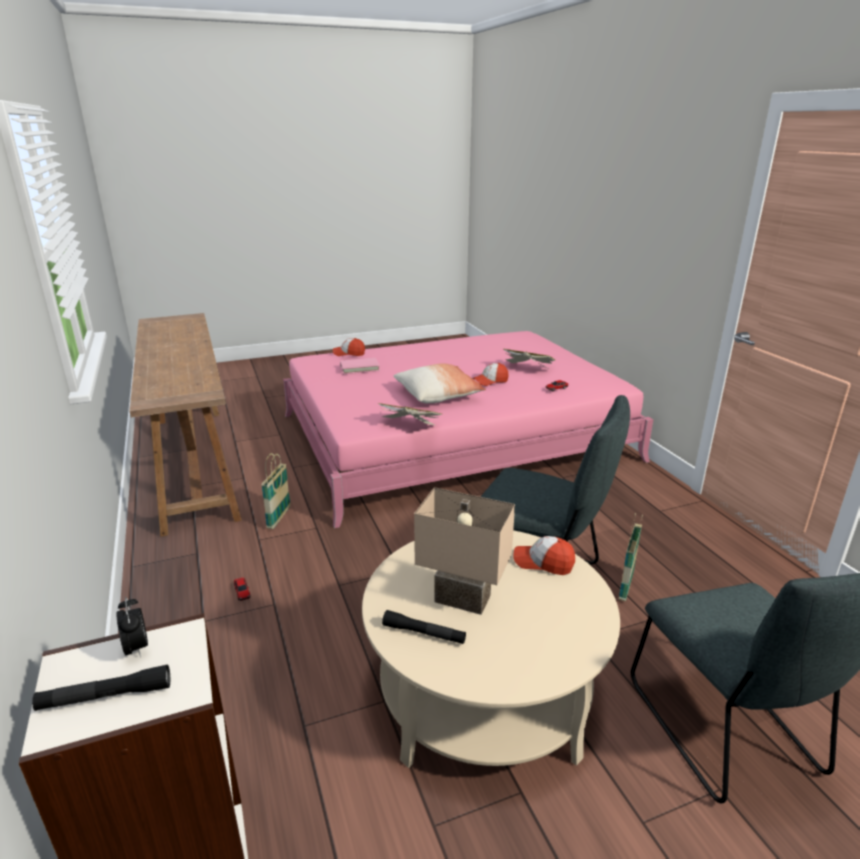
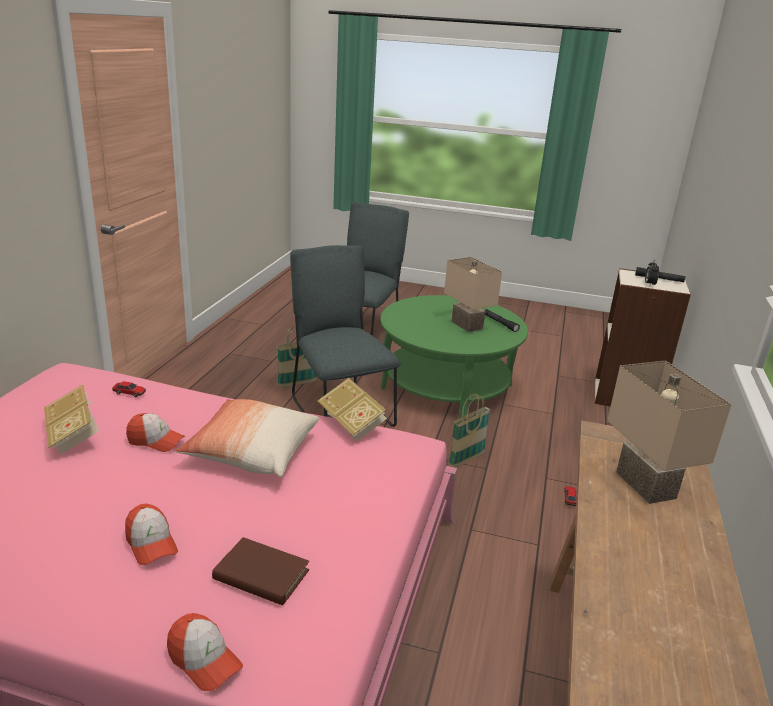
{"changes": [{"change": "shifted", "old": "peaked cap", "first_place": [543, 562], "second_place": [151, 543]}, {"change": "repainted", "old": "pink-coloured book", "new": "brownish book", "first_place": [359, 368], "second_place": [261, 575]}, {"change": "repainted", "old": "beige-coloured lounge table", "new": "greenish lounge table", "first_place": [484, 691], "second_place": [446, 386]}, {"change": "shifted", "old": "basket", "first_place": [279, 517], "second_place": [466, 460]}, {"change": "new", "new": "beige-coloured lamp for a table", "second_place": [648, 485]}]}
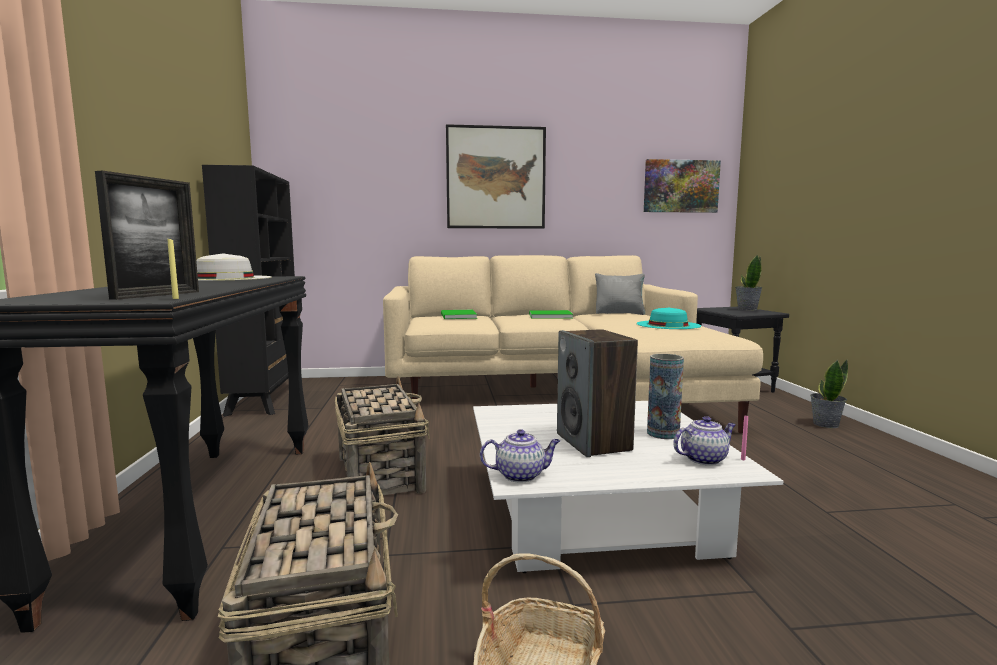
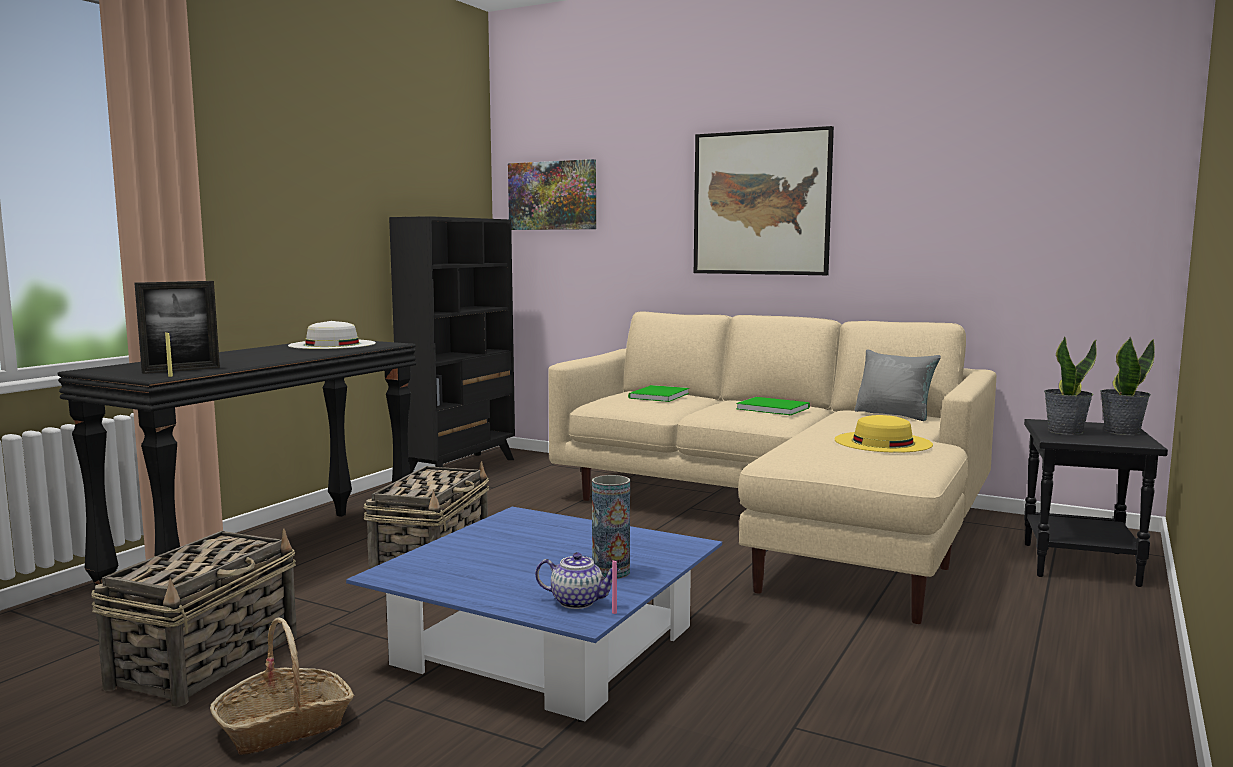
{"changes": [{"change": "repainted", "old": "white-coloured lounge table", "new": "blue lounge table", "first_place": [597, 511], "second_place": [548, 646]}, {"change": "shifted", "old": "picture", "first_place": [681, 186], "second_place": [552, 195]}, {"change": "repainted", "old": "turquoise-coloured hat", "new": "yellowish hat", "first_place": [668, 325], "second_place": [882, 442]}, {"change": "shifted", "old": "potted plant", "first_place": [825, 424], "second_place": [1064, 431]}, {"change": "gone", "old": "teapot", "first_place": [521, 475]}, {"change": "gone", "old": "loudspeaker", "first_place": [594, 442]}]}
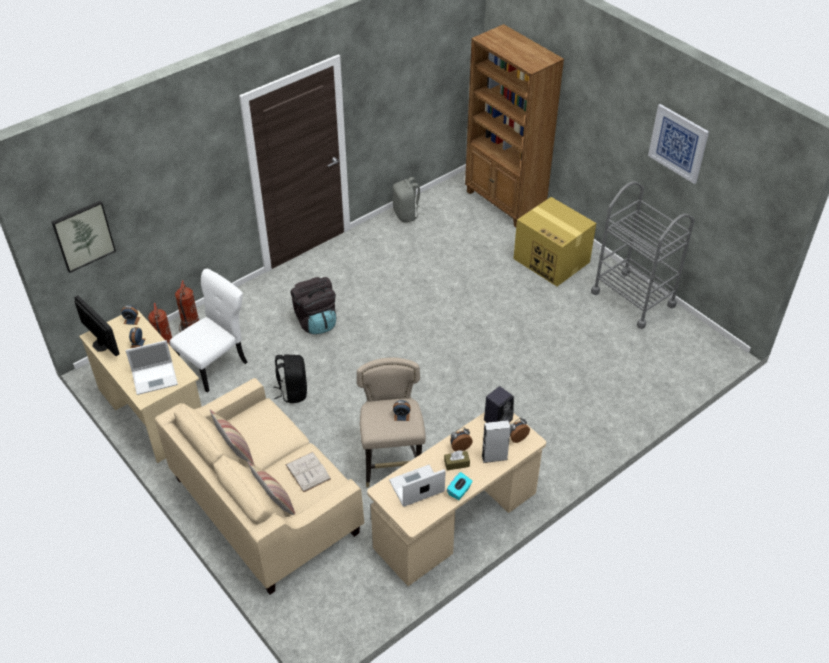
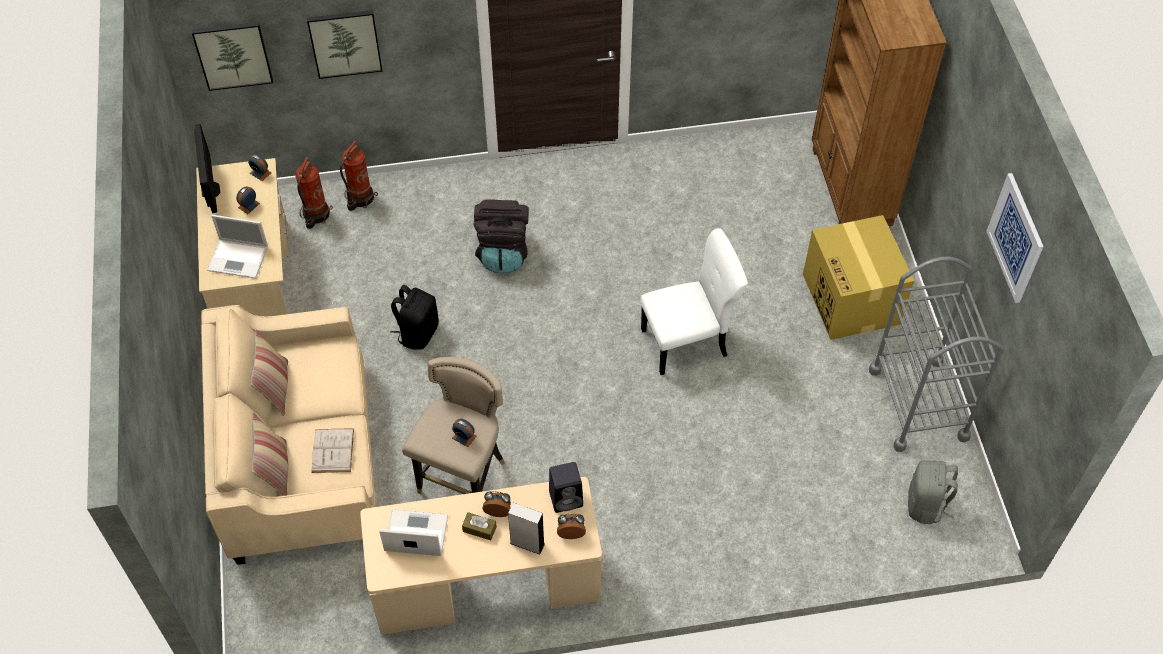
{"changes": [{"change": "new", "new": "picture", "second_place": [345, 43]}, {"change": "shifted", "old": "white-coloured upright chair", "first_place": [216, 365], "second_place": [688, 342]}, {"change": "shifted", "old": "greyish rucksack", "first_place": [406, 214], "second_place": [926, 505]}, {"change": "gone", "old": "turquoise-coloured tissue holder", "first_place": [459, 491]}]}
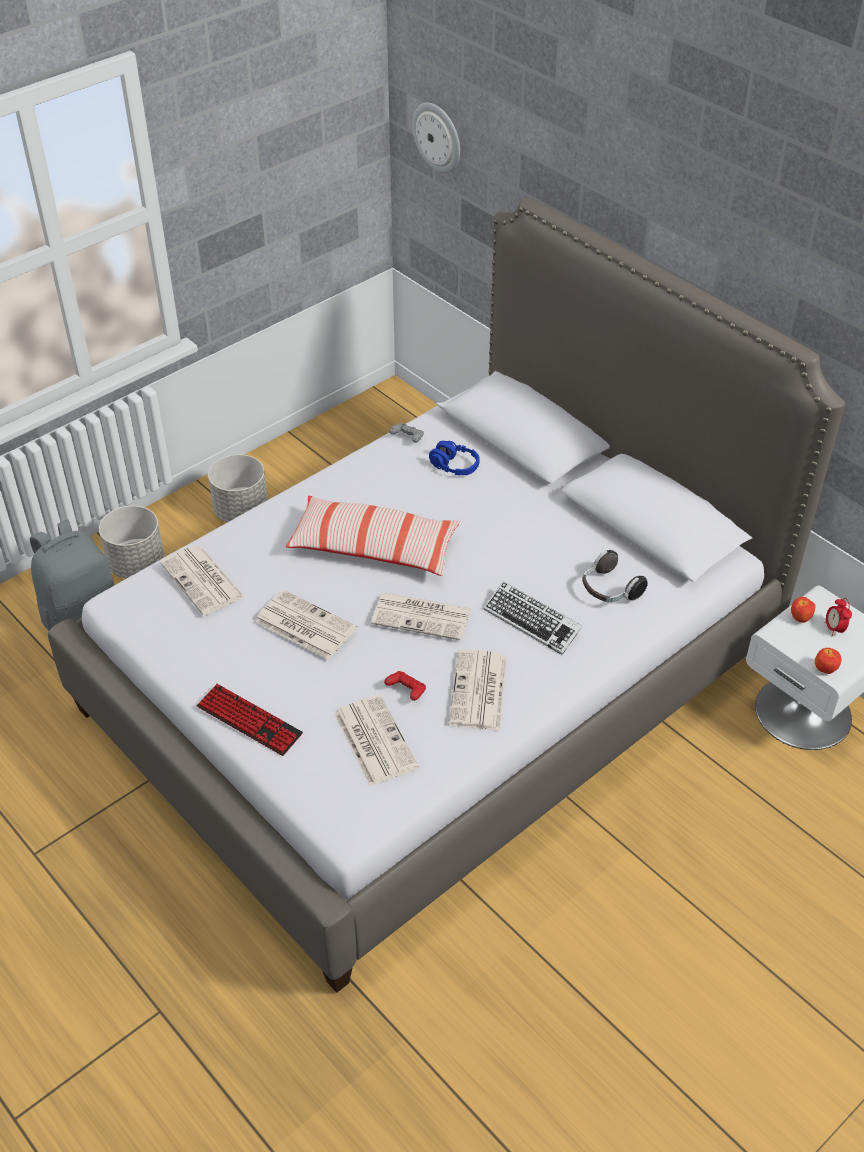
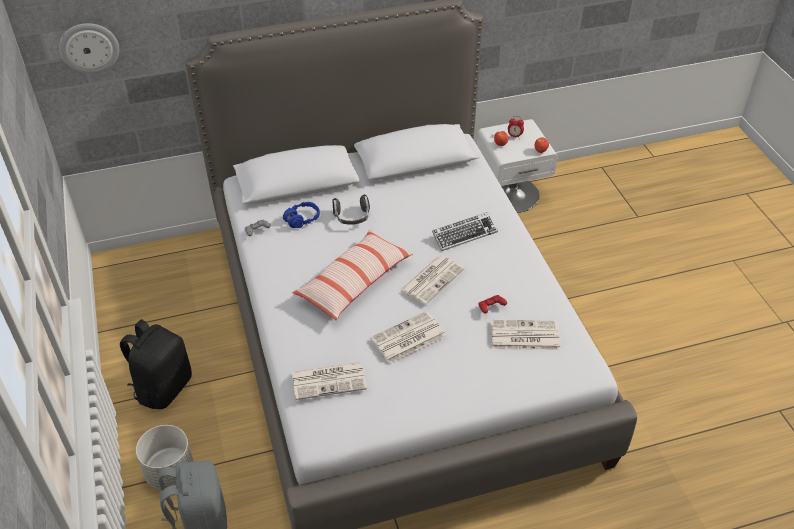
{"changes": [{"change": "swapped", "old": "greyish flower pot", "new": "blackish rucksack", "first_place": [241, 511], "second_place": [163, 387]}, {"change": "shifted", "old": "pair of headphones", "first_place": [609, 590], "second_place": [352, 218]}, {"change": "gone", "old": "PC keyboard", "first_place": [249, 721]}, {"change": "gone", "old": "daily paper", "first_place": [479, 692]}]}
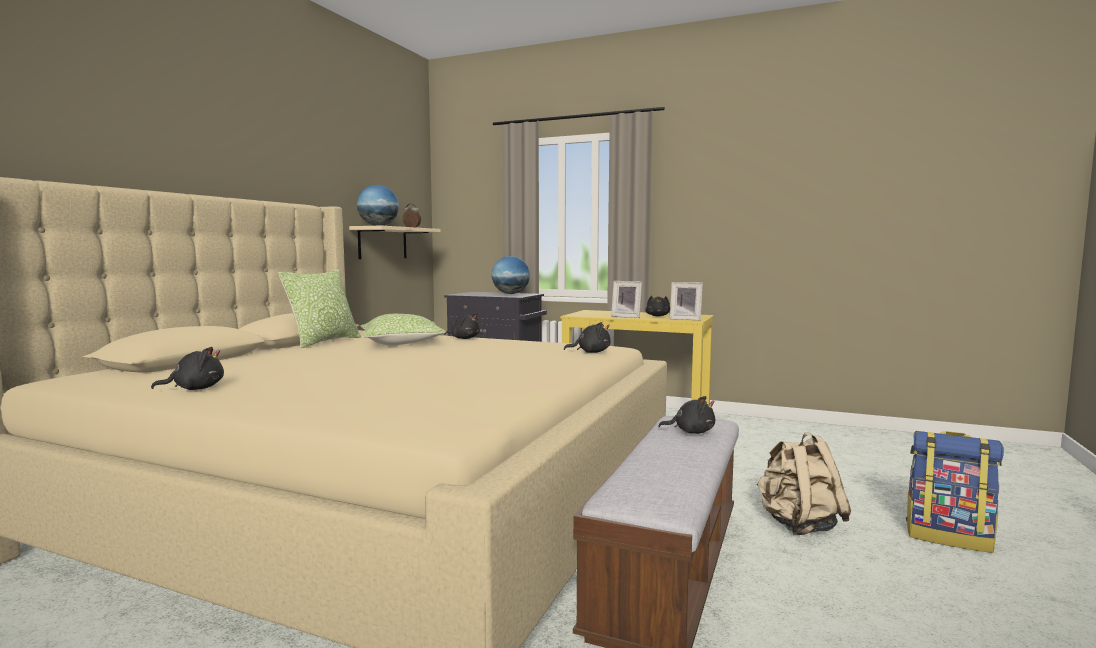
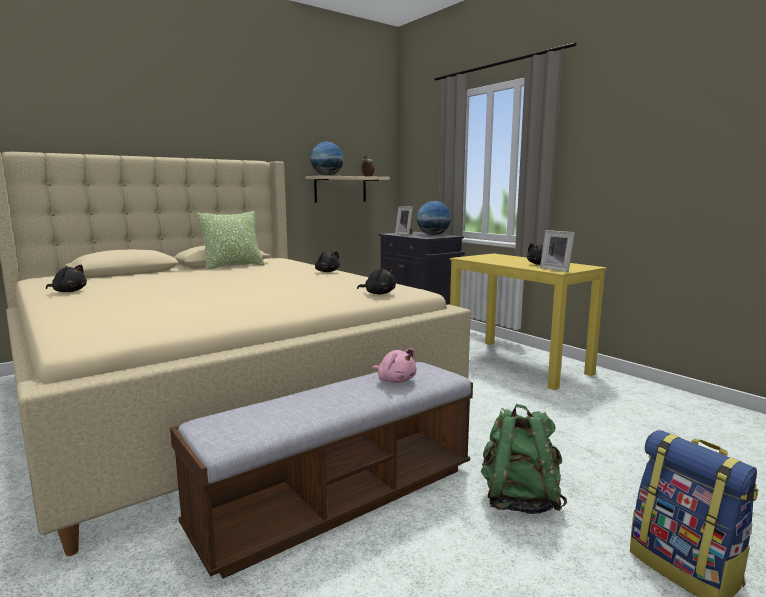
{"changes": [{"change": "repainted", "old": "blackish soft toy", "new": "pink-coloured soft toy", "first_place": [691, 432], "second_place": [395, 380]}, {"change": "shifted", "old": "photo frame", "first_place": [627, 317], "second_place": [405, 234]}, {"change": "repainted", "old": "beige-coloured rucksack", "new": "greenish rucksack", "first_place": [799, 525], "second_place": [519, 500]}, {"change": "gone", "old": "pillow", "first_place": [402, 343]}]}
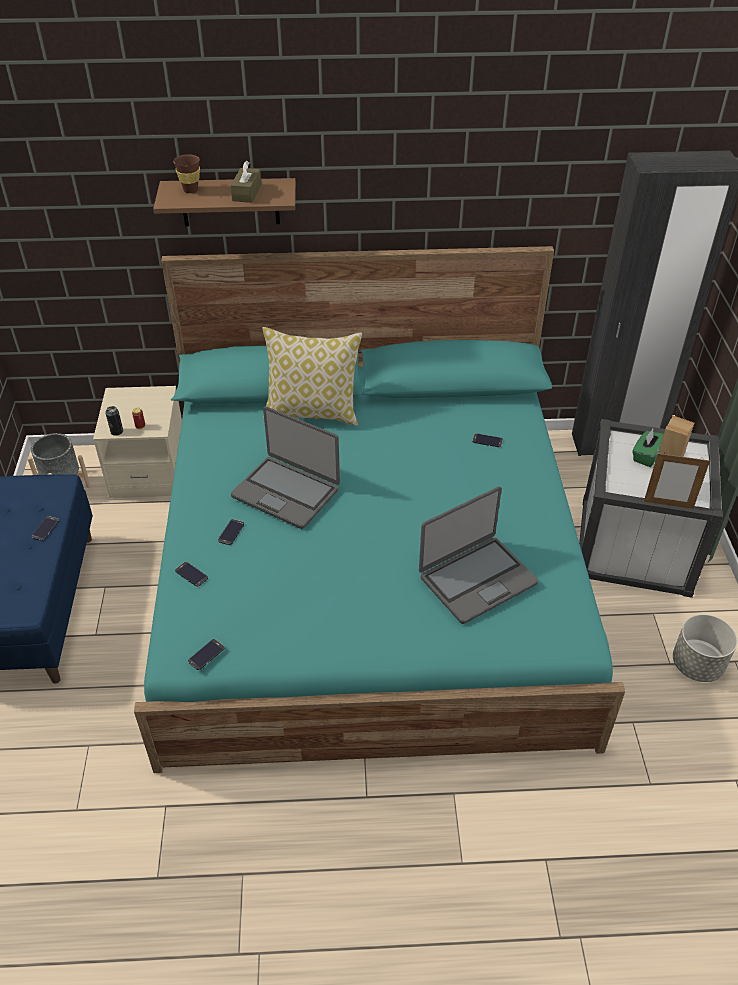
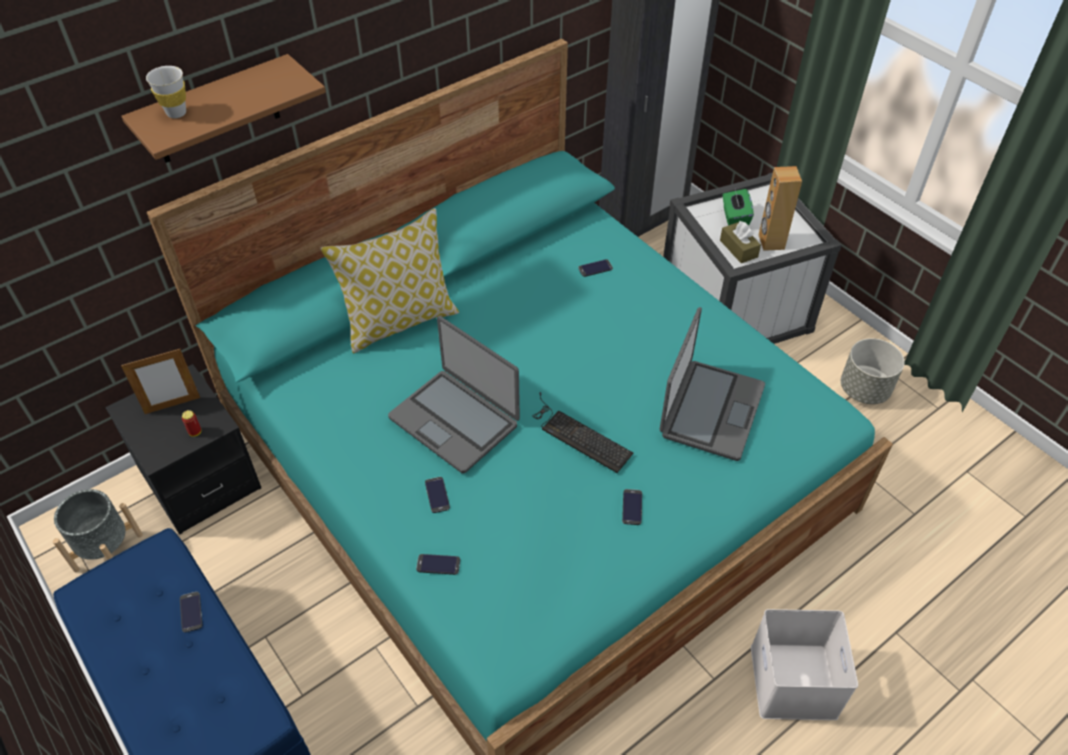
{"changes": [{"change": "repainted", "old": "beige-coloured night table", "new": "blackish night table", "first_place": [149, 471], "second_place": [200, 479]}, {"change": "shifted", "old": "photo frame", "first_place": [668, 504], "second_place": [172, 405]}, {"change": "repainted", "old": "brownish cup", "new": "white-coloured cup", "first_place": [190, 190], "second_place": [176, 113]}, {"change": "rotated", "old": "laptop", "first_place": [286, 492], "second_place": [455, 420], "degrees": 45}, {"change": "new", "new": "PC keyboard", "second_place": [578, 435]}, {"change": "shifted", "old": "phone", "first_place": [206, 654], "second_place": [632, 507]}, {"change": "shifted", "old": "brownish tissue holder", "first_place": [247, 193], "second_place": [738, 248]}, {"change": "new", "new": "white-coloured storage bin", "second_place": [795, 683]}, {"change": "gone", "old": "can", "first_place": [116, 431]}]}
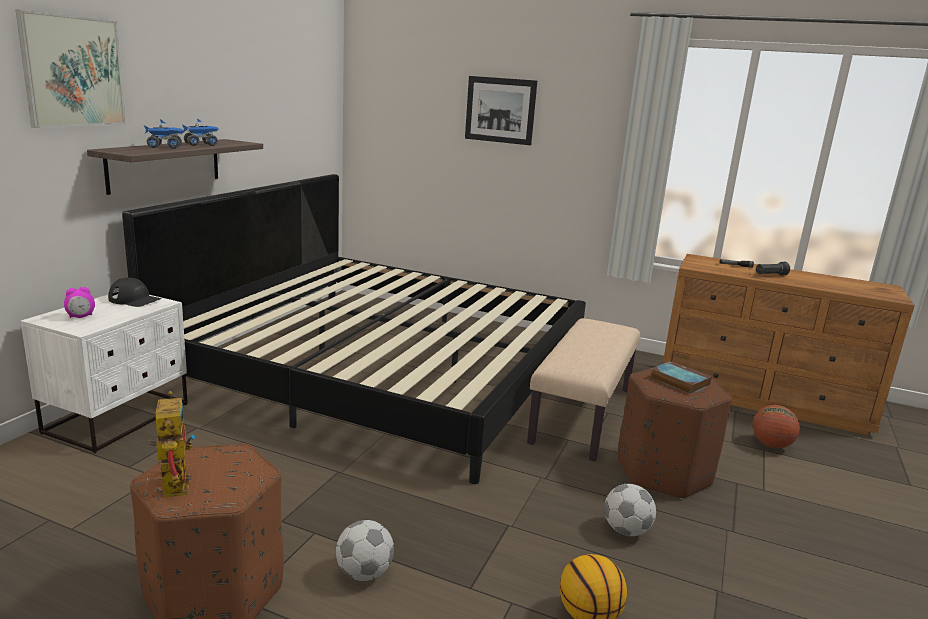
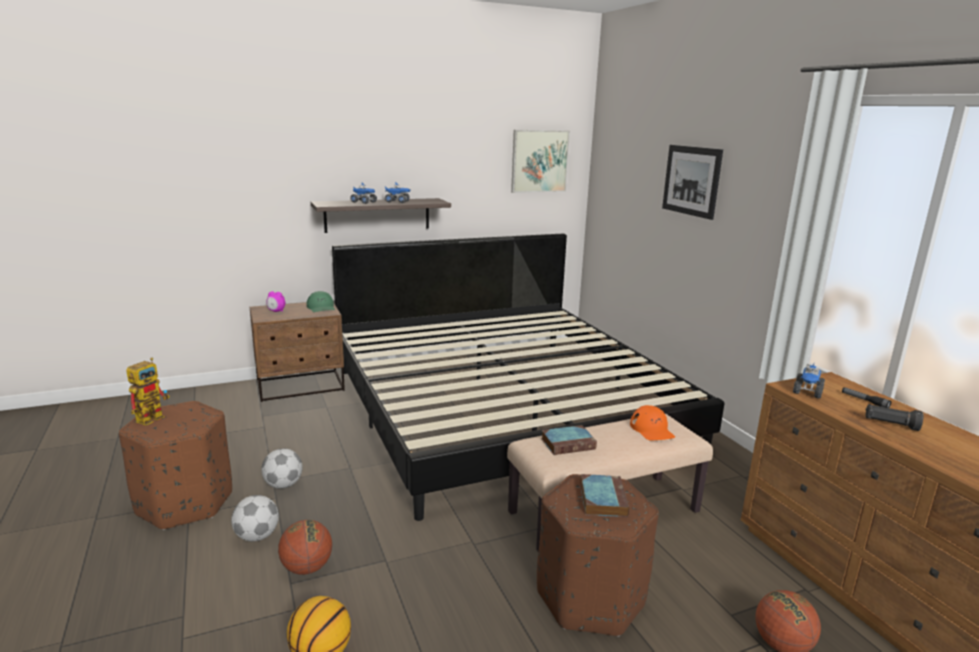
{"changes": [{"change": "repainted", "old": "white-coloured night table", "new": "brownish night table", "first_place": [119, 418], "second_place": [301, 386]}, {"change": "shifted", "old": "football", "first_place": [626, 530], "second_place": [283, 485]}, {"change": "new", "new": "ball for basketball", "second_place": [307, 568]}, {"change": "repainted", "old": "blackish peaked cap", "new": "greenish peaked cap", "first_place": [135, 300], "second_place": [321, 307]}, {"change": "shifted", "old": "picture", "first_place": [73, 71], "second_place": [539, 161]}, {"change": "new", "new": "book", "second_place": [568, 443]}, {"change": "new", "new": "orange-coloured peaked cap", "second_place": [652, 429]}, {"change": "new", "new": "model truck", "second_place": [808, 392]}]}
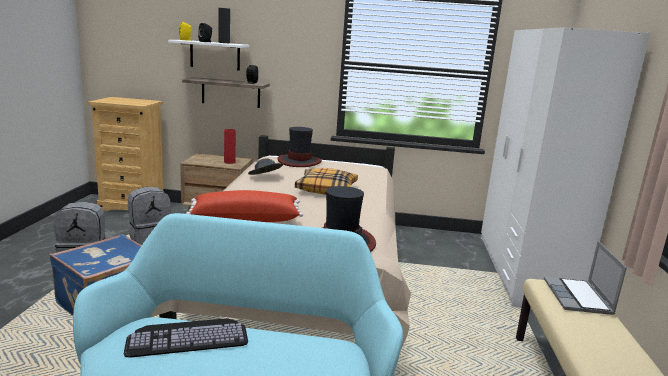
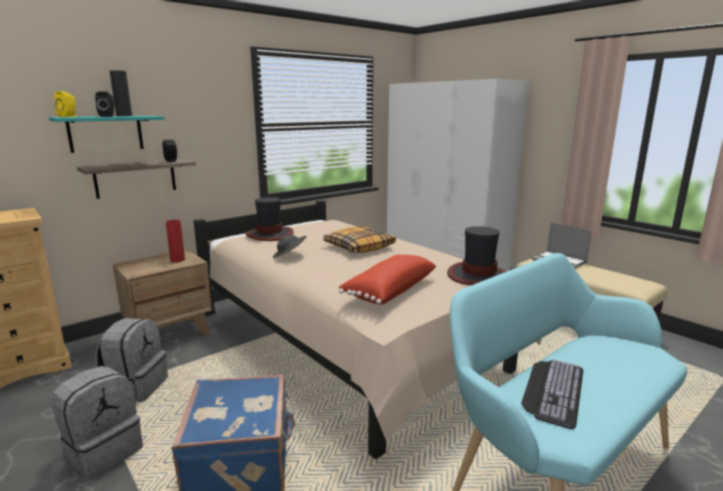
{"changes": [{"change": "repainted", "old": "white-coloured bracket shelf", "new": "turquoise-coloured bracket shelf", "first_place": [215, 55], "second_place": [105, 133]}]}
